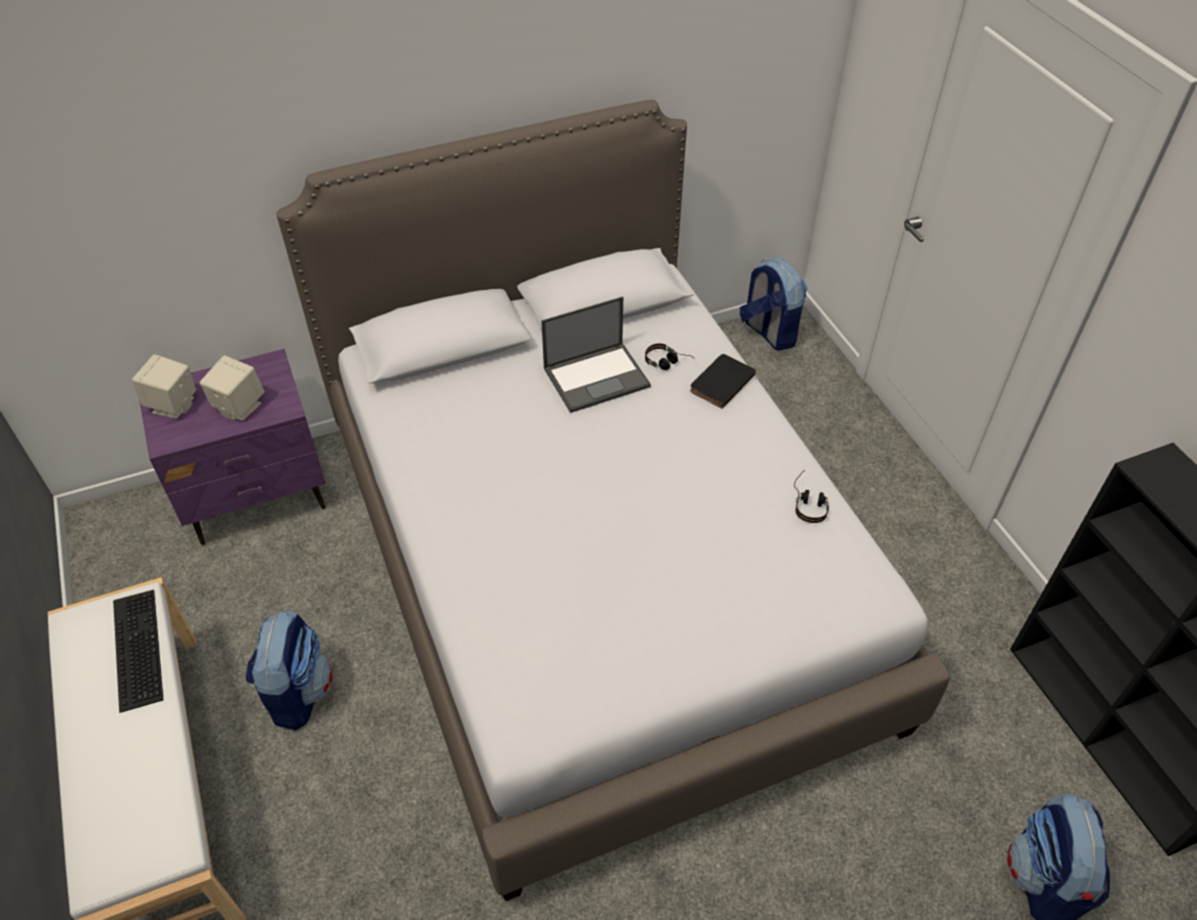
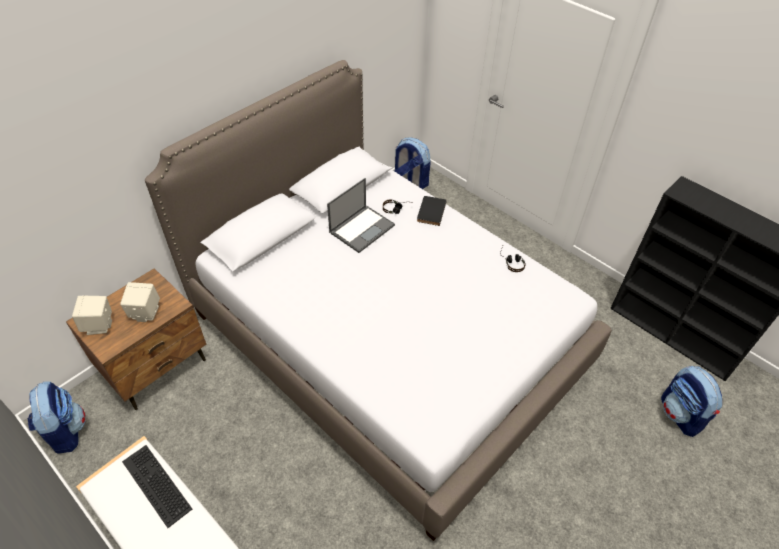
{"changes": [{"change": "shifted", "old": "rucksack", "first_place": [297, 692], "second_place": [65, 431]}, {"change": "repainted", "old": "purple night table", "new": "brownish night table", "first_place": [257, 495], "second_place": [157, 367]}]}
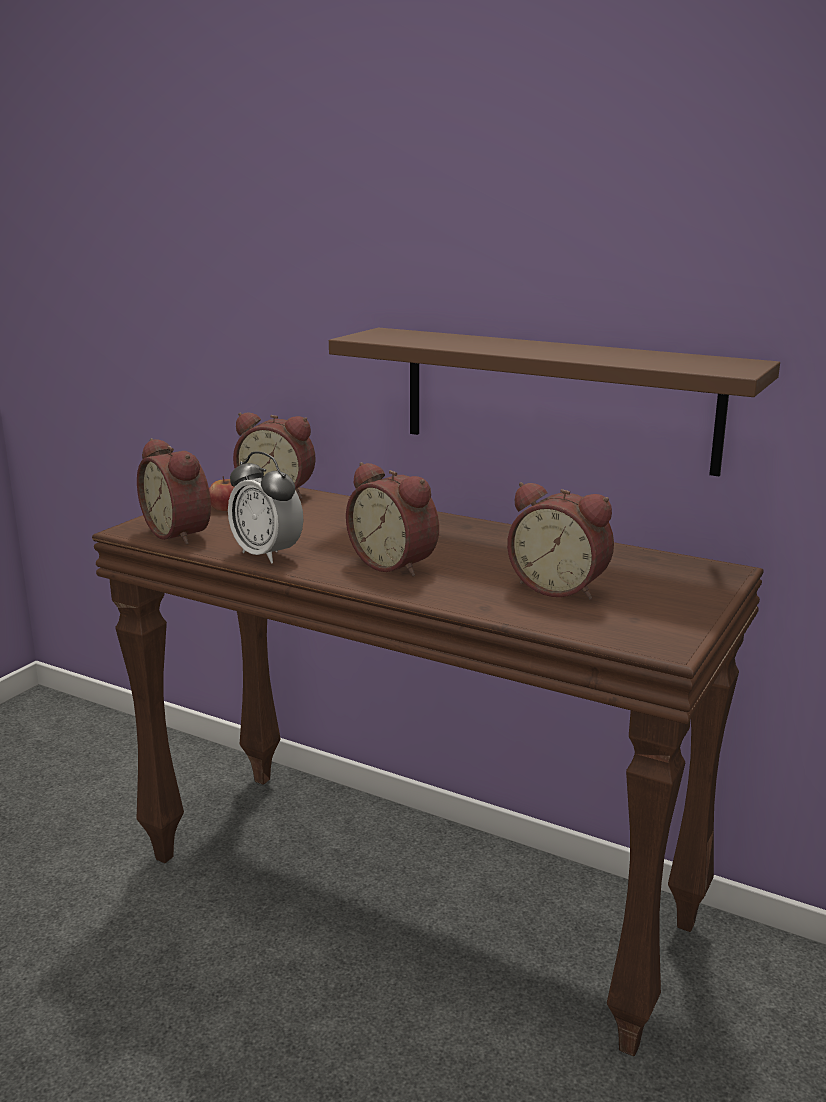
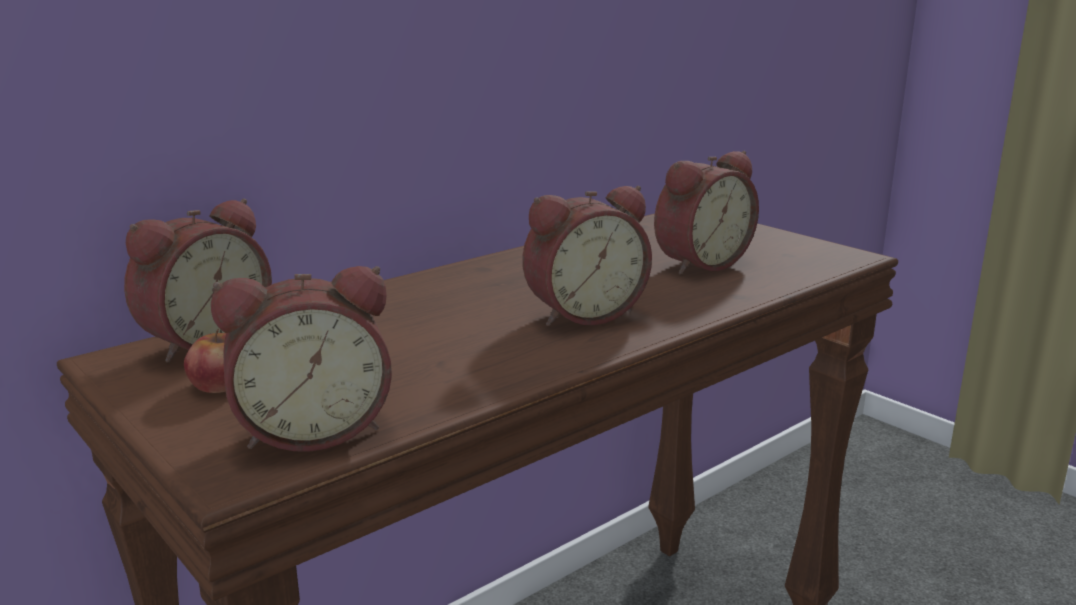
{"changes": [{"change": "gone", "old": "bedside clock", "first_place": [267, 555]}, {"change": "gone", "old": "brownish bracket shelf", "first_place": [557, 398]}]}
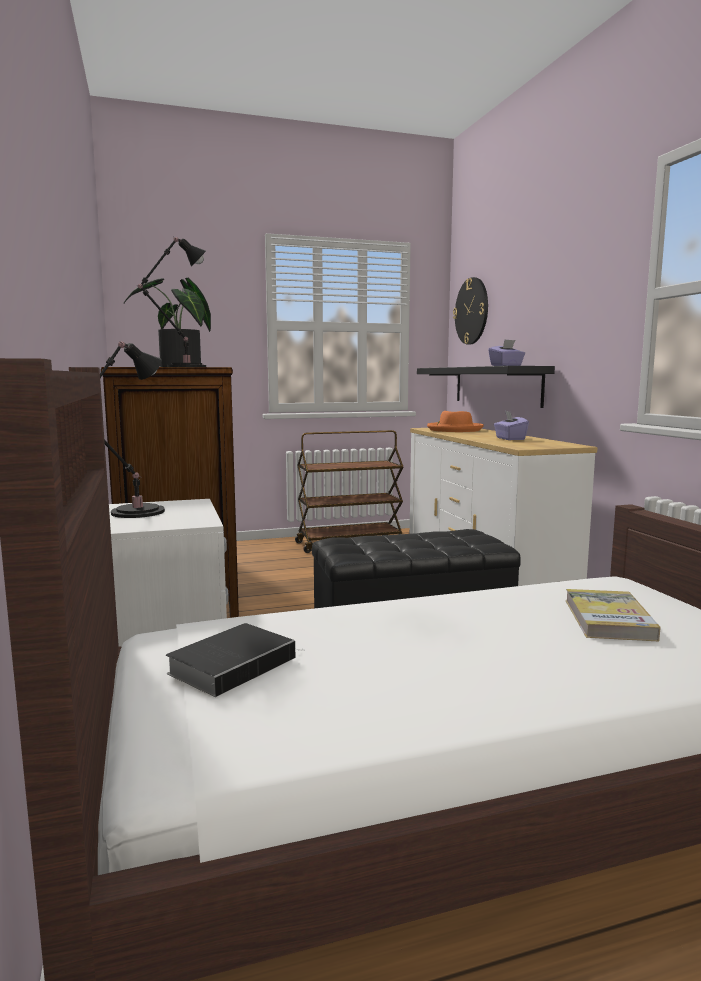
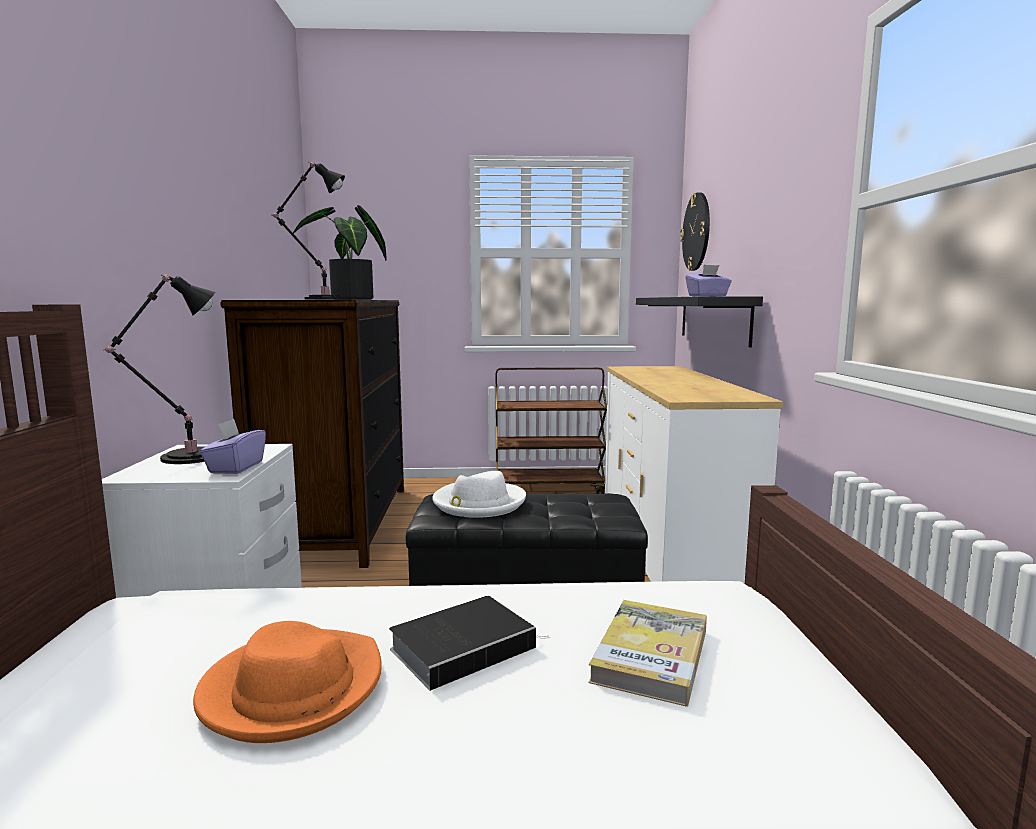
{"changes": [{"change": "shifted", "old": "orange-coloured hat", "first_place": [454, 429], "second_place": [292, 689]}, {"change": "shifted", "old": "purple tissue holder", "first_place": [509, 439], "second_place": [235, 467]}, {"change": "shifted", "old": "book", "first_place": [234, 664], "second_place": [465, 646]}, {"change": "new", "new": "white-coloured hat", "second_place": [478, 503]}]}
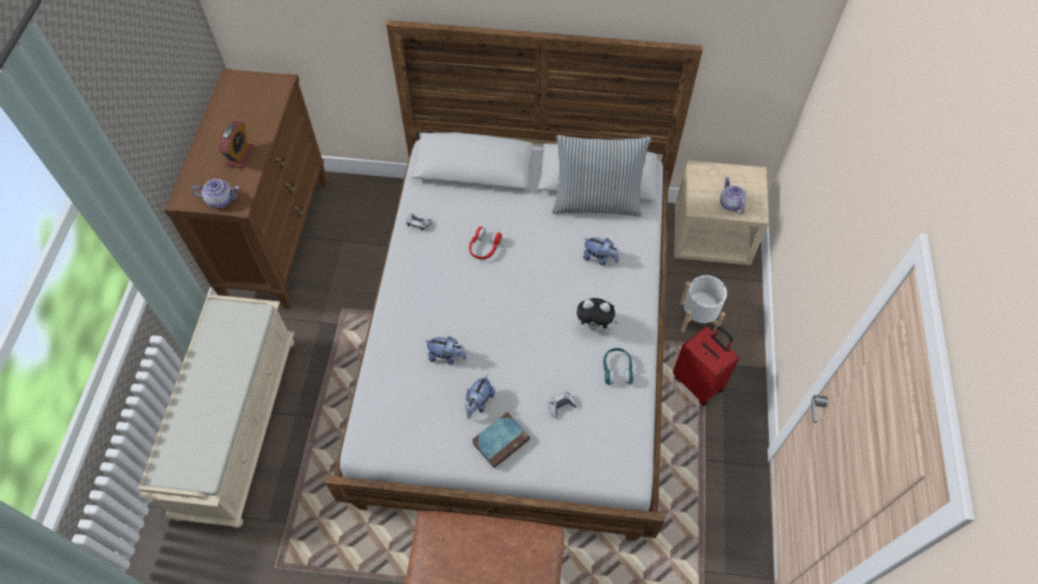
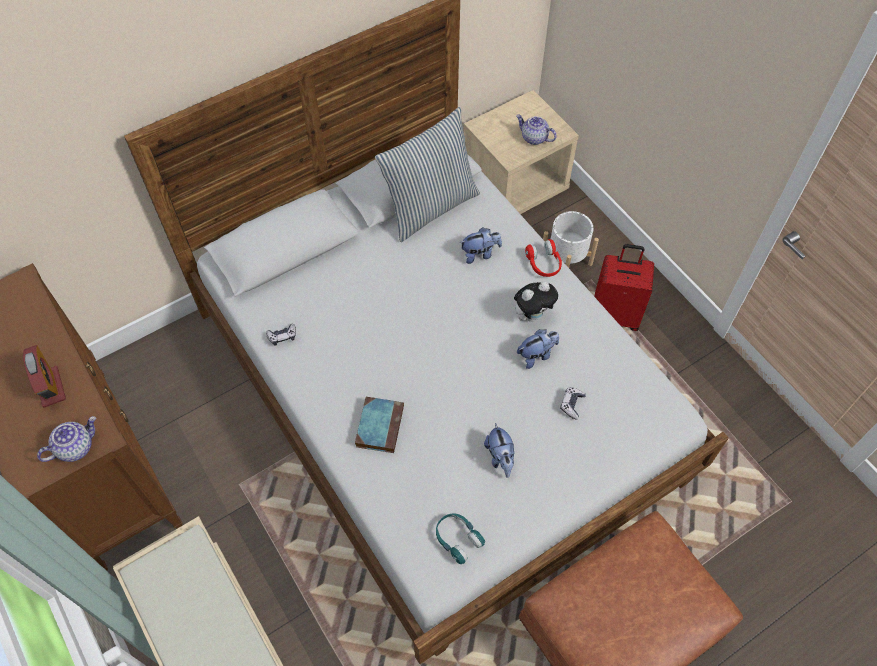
{"changes": [{"change": "shifted", "old": "book", "first_place": [501, 440], "second_place": [379, 425]}, {"change": "shifted", "old": "turquoise-coloured pair of headphones", "first_place": [617, 369], "second_place": [457, 539]}, {"change": "shifted", "old": "soft toy", "first_place": [446, 356], "second_place": [536, 355]}, {"change": "shifted", "old": "red pair of headphones", "first_place": [484, 248], "second_place": [543, 263]}]}
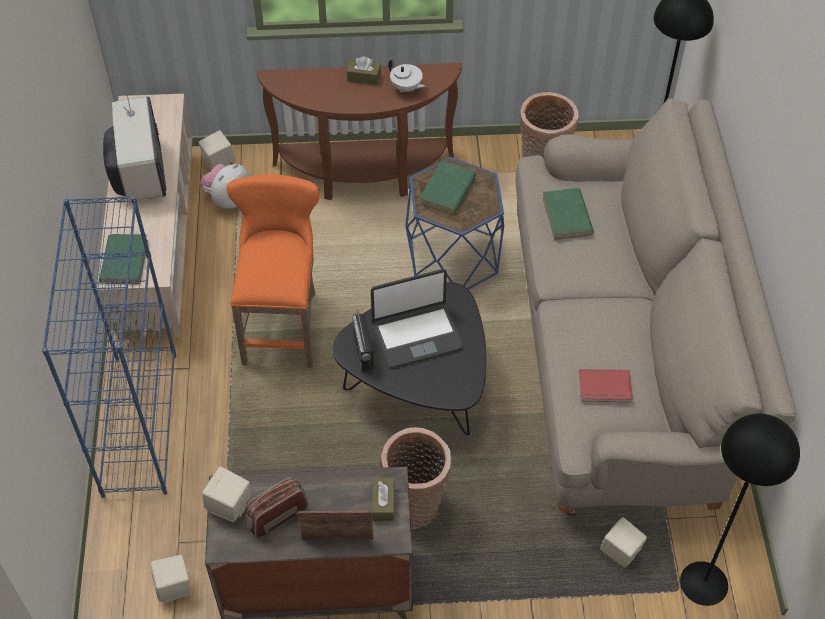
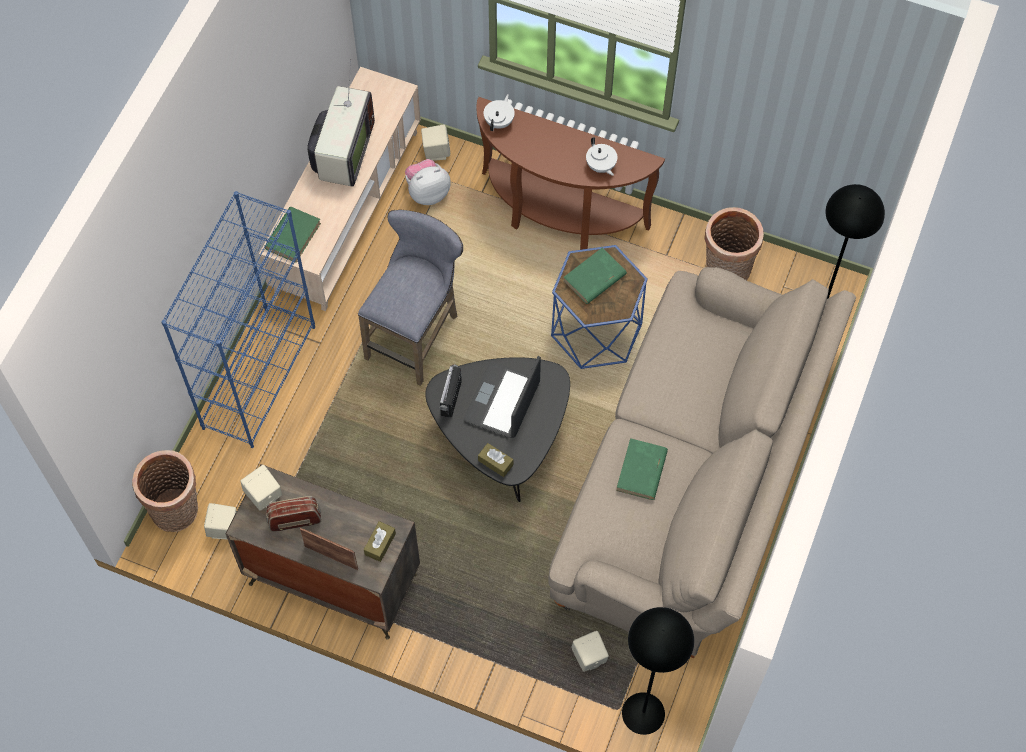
{"changes": [{"change": "shifted", "old": "basket", "first_place": [415, 505], "second_place": [178, 511]}, {"change": "repainted", "old": "orange-coloured stool", "new": "greyish stool", "first_place": [283, 323], "second_place": [417, 334]}, {"change": "rotated", "old": "laptop", "first_place": [416, 335], "second_place": [503, 401], "degrees": 105}, {"change": "shifted", "old": "brownish tissue holder", "first_place": [364, 77], "second_place": [495, 462]}, {"change": "new", "new": "white-coloured teapot", "second_place": [499, 122]}, {"change": "shifted", "old": "greenish book", "first_place": [567, 216], "second_place": [641, 471]}, {"change": "gone", "old": "red book", "first_place": [605, 388]}]}
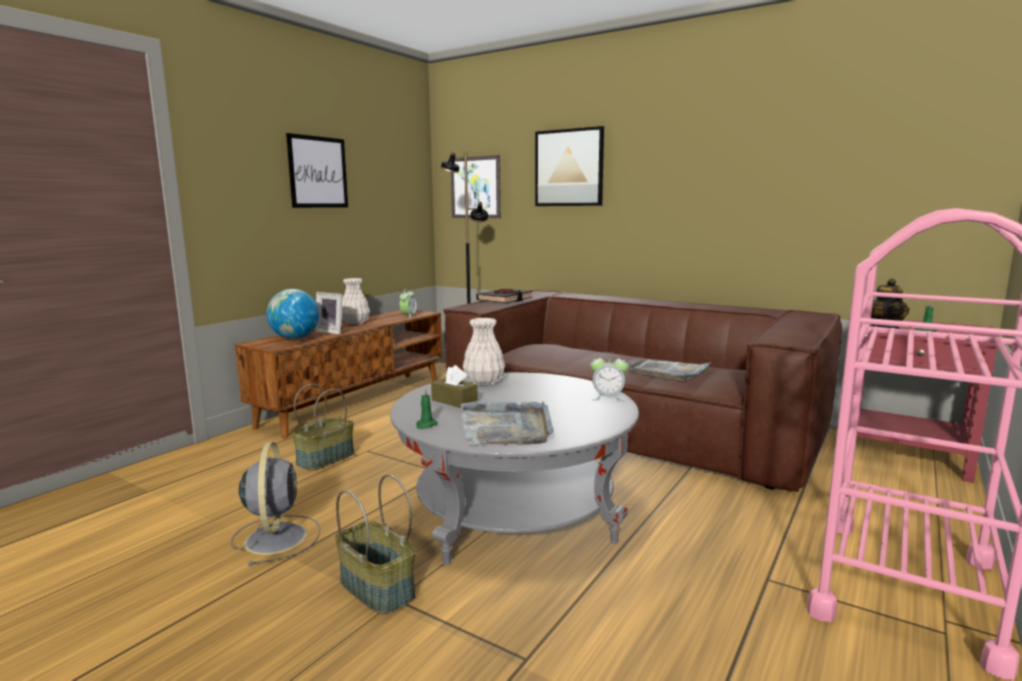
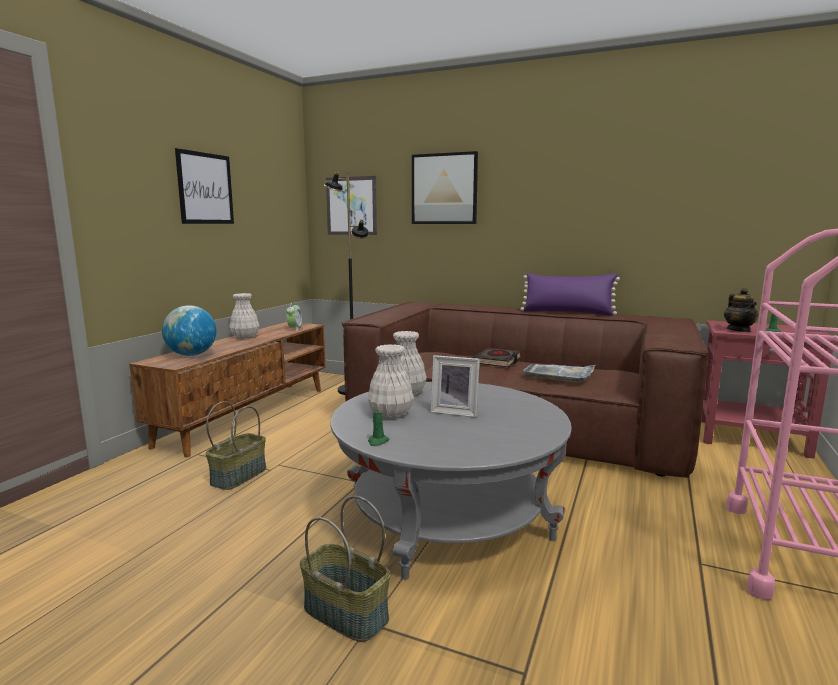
{"changes": [{"change": "swapped", "old": "brownish tissue holder", "new": "white-coloured vase", "first_place": [454, 401], "second_place": [390, 414]}, {"change": "shifted", "old": "photo frame", "first_place": [332, 332], "second_place": [455, 411]}, {"change": "shifted", "old": "blackish book", "first_place": [505, 300], "second_place": [497, 361]}, {"change": "new", "new": "purple pillow", "second_place": [567, 312]}, {"change": "gone", "old": "greyish cooling fan", "first_place": [276, 537]}, {"change": "gone", "old": "greyish tray", "first_place": [506, 427]}, {"change": "gone", "old": "bedside clock", "first_place": [608, 398]}]}
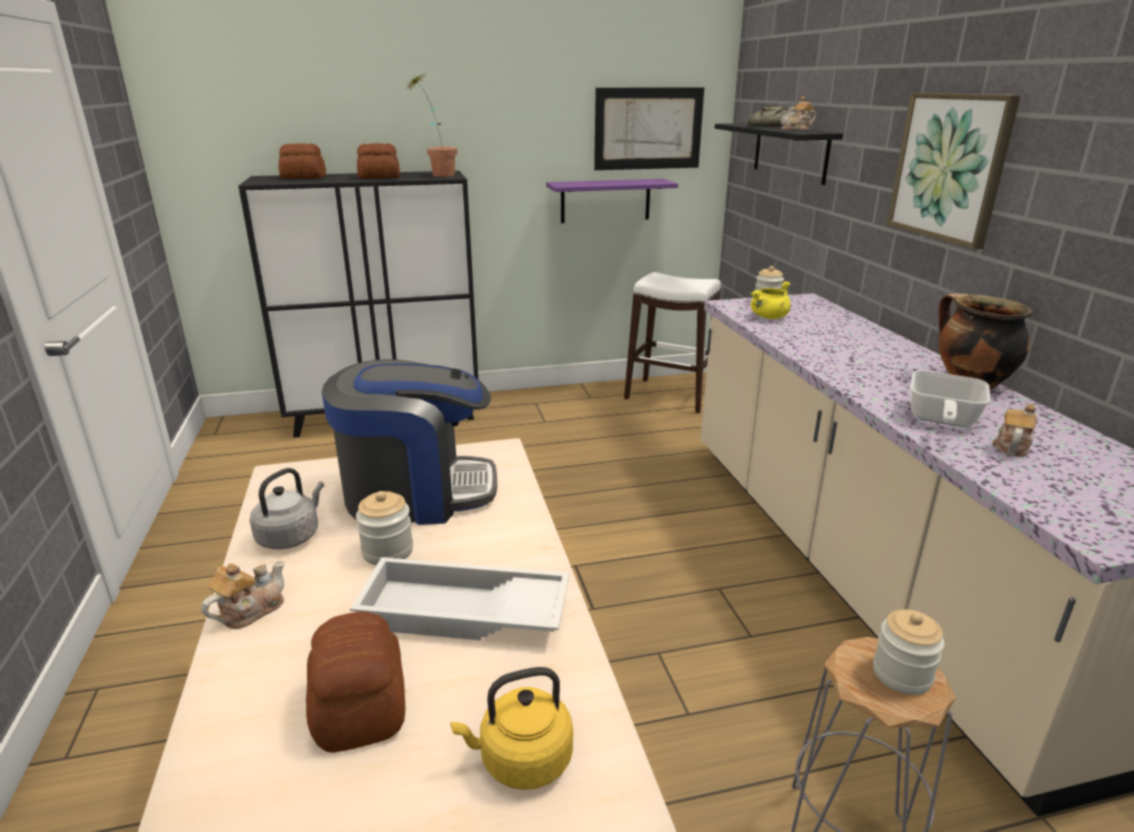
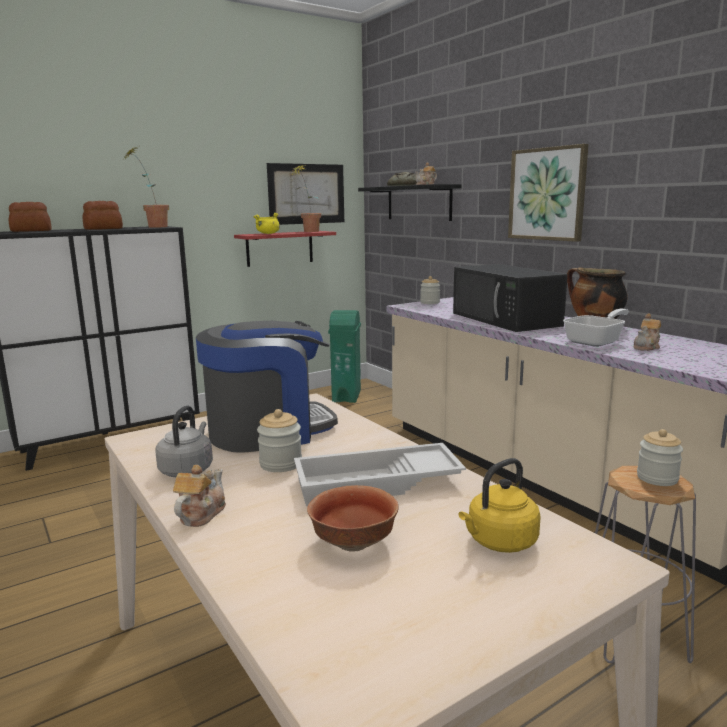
{"changes": [{"change": "repainted", "old": "purple bracket shelf", "new": "red bracket shelf", "first_place": [605, 200], "second_place": [280, 248]}, {"change": "shifted", "old": "yellowish stockpot", "first_place": [769, 317], "second_place": [268, 233]}, {"change": "new", "new": "potted plant", "second_place": [308, 231]}, {"change": "swapped", "old": "bakery bread", "new": "deep dish", "first_place": [358, 707], "second_place": [352, 544]}, {"change": "swapped", "old": "white-coloured stool", "new": "greenish rubbish bin", "first_place": [670, 395], "second_place": [347, 396]}, {"change": "new", "new": "blackish kitchen microwave", "second_place": [506, 319]}, {"change": "rotated", "old": "skillet", "first_place": [940, 420], "second_place": [597, 341], "degrees": -135}, {"change": "rotated", "old": "teapot", "first_place": [1011, 446], "second_place": [647, 347], "degrees": -150}]}
